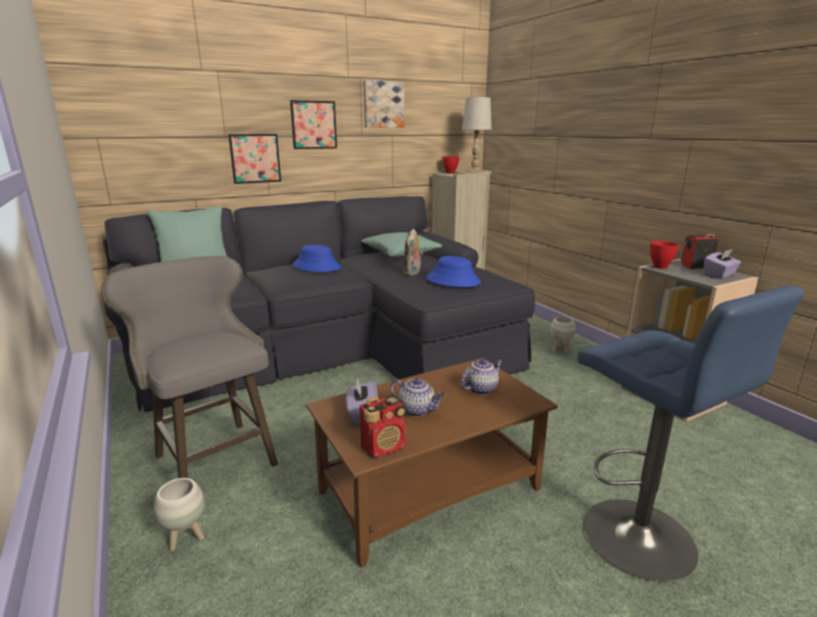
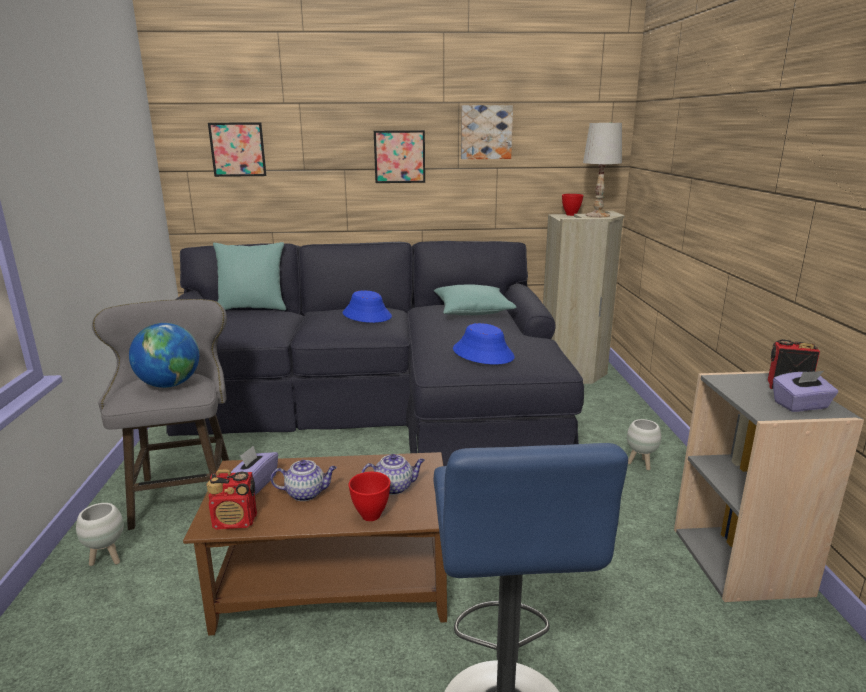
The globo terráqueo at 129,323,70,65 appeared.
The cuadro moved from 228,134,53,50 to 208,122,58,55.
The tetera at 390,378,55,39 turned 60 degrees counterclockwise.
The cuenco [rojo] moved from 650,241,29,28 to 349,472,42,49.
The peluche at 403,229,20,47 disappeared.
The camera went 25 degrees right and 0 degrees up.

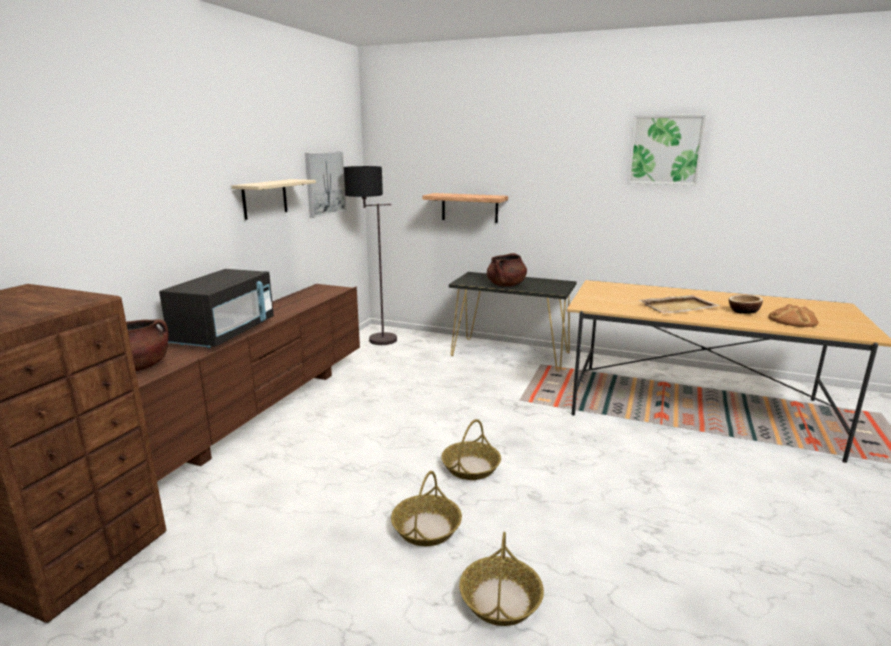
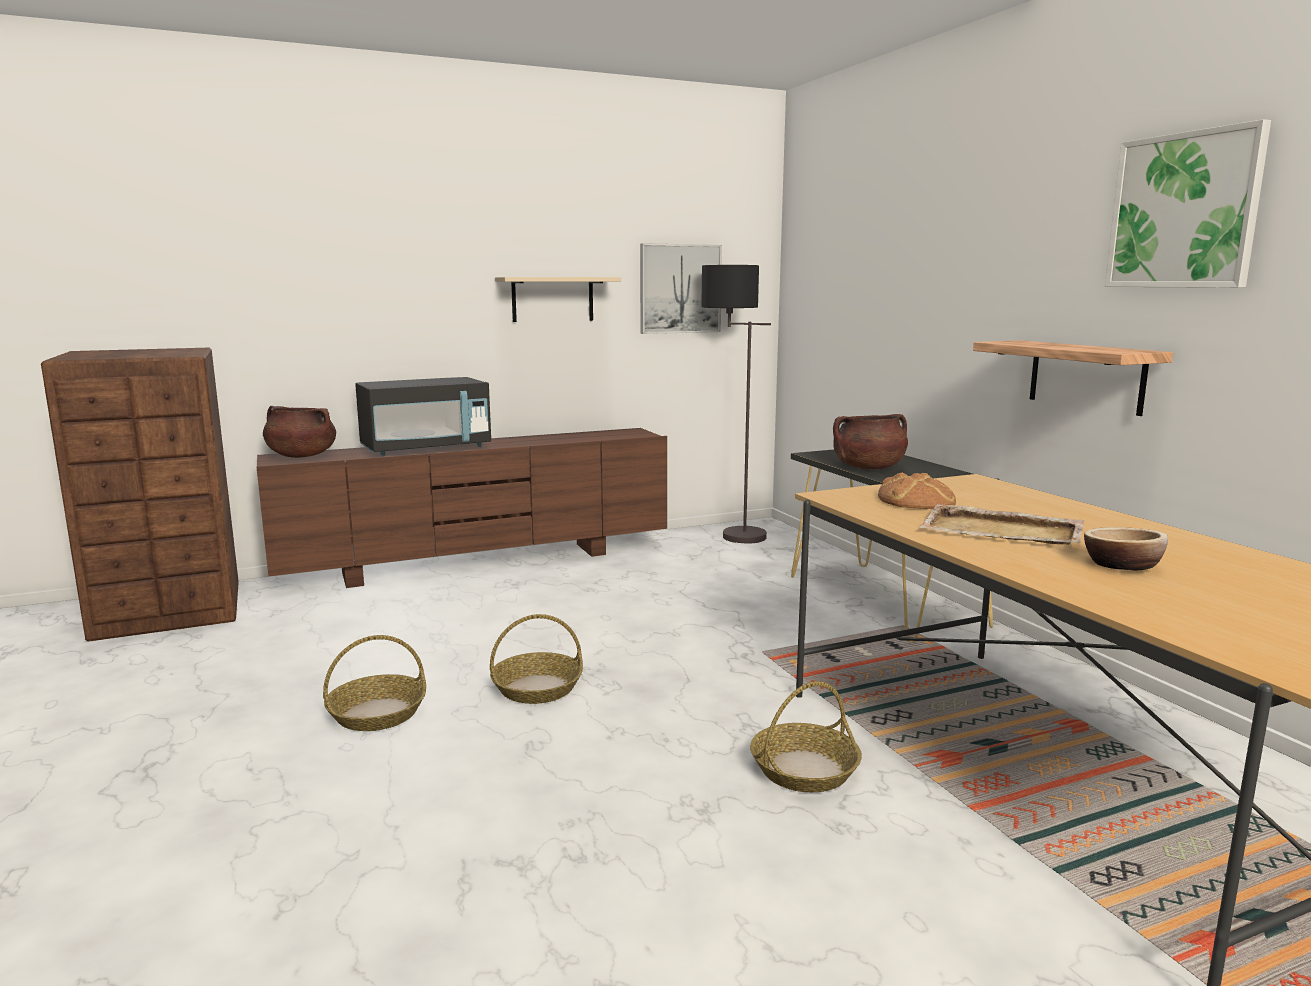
The cesta moved from 459,532,85,94 to 750,681,112,111.
The pan moved from 768,304,51,23 to 878,472,78,37.
The estante moved from 422,193,86,30 to 973,340,200,76.
The camera went 45 degrees right and 5 degrees down.

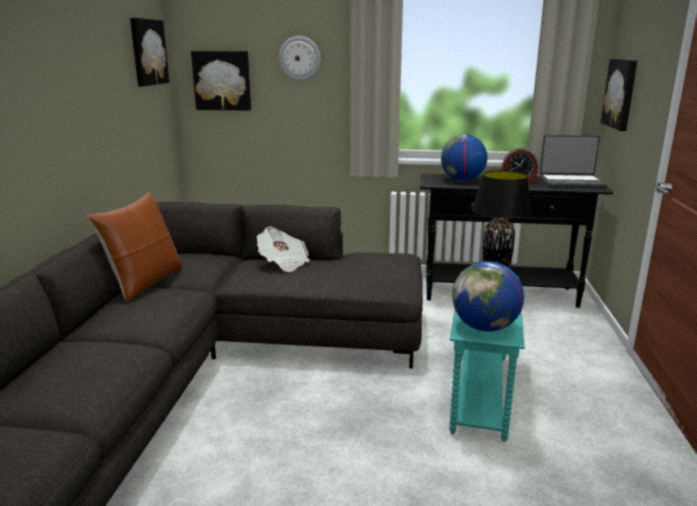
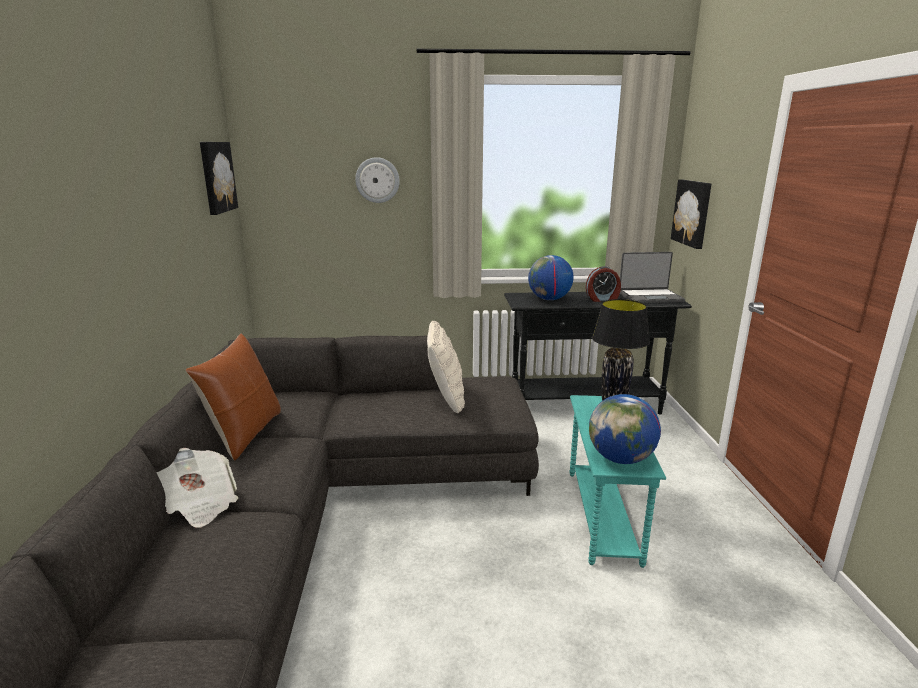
The periódico moved from 257,226,53,46 to 156,448,82,79.
The cojín [beis] at 427,321,38,92 appeared.
The cuadro at 191,51,60,60 disappeared.
The camera went 10 degrees left and 0 degrees up.

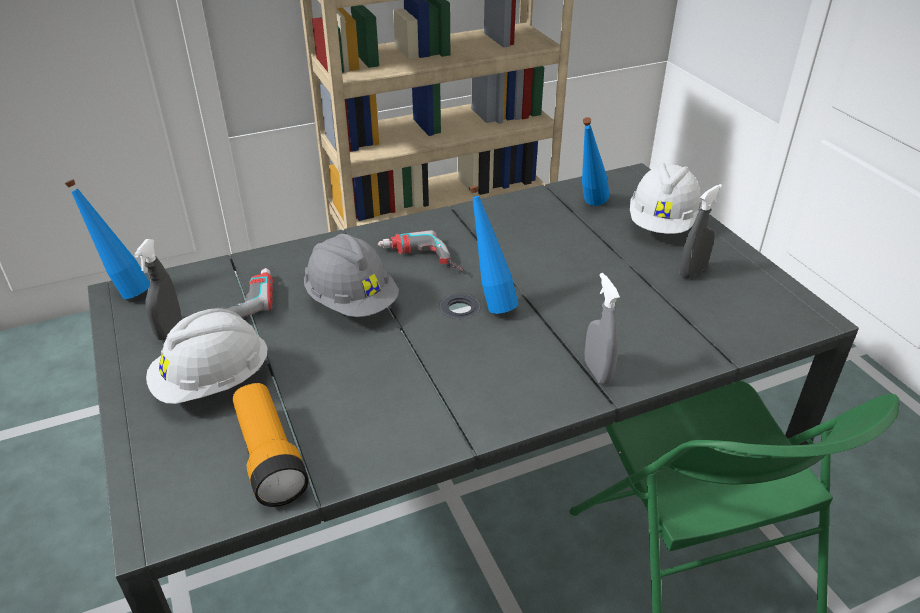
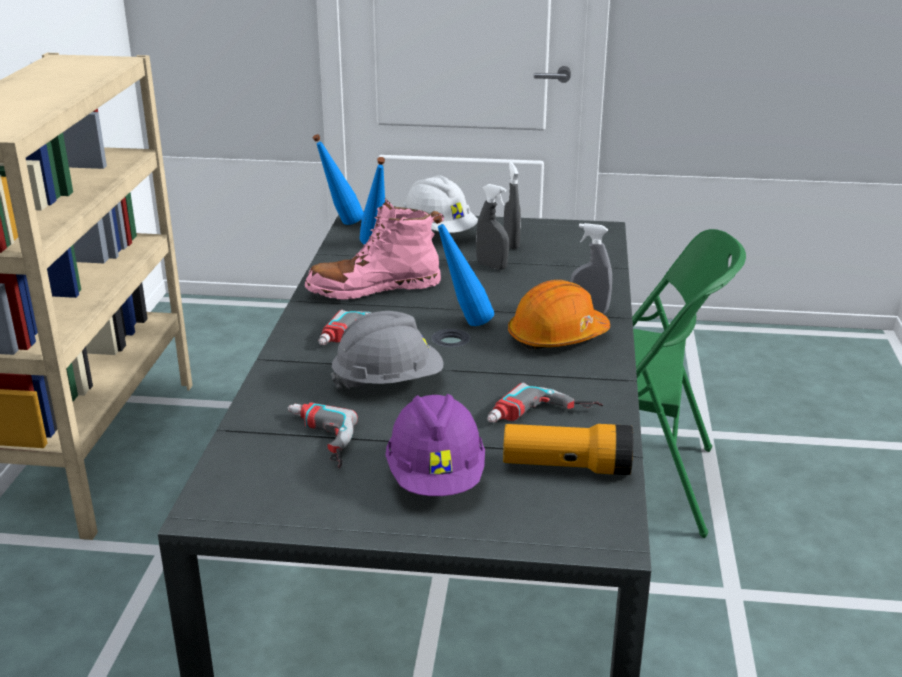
The bota [rosa] at 305,198,139,102 appeared.
The botella [azul] moved from 64,179,86,120 to 313,134,51,91.
The casco [blanco] at 146,308,122,96 became the casco [morado] at 385,394,100,102.
The pulverizador [gris] moved from 134,239,47,101 to 476,184,33,86.
The taladro at 487,382,116,40 appeared.
The casco [naranja] at 508,280,102,70 appeared.
The camera went 60 degrees left and 10 degrees down.

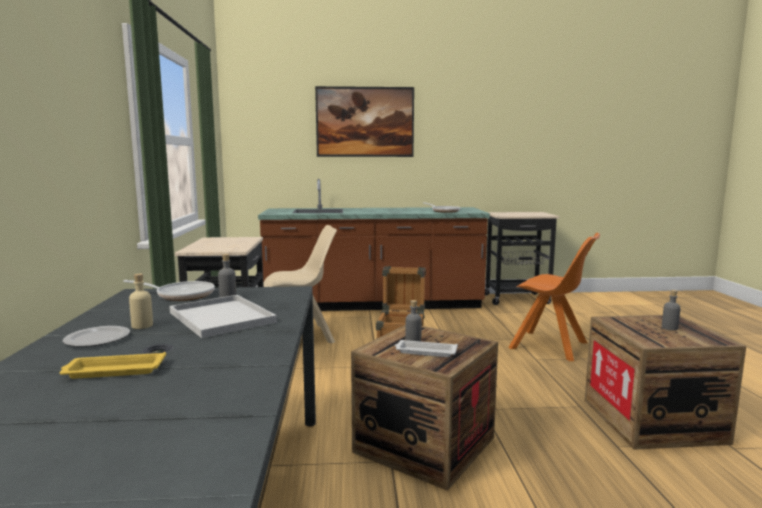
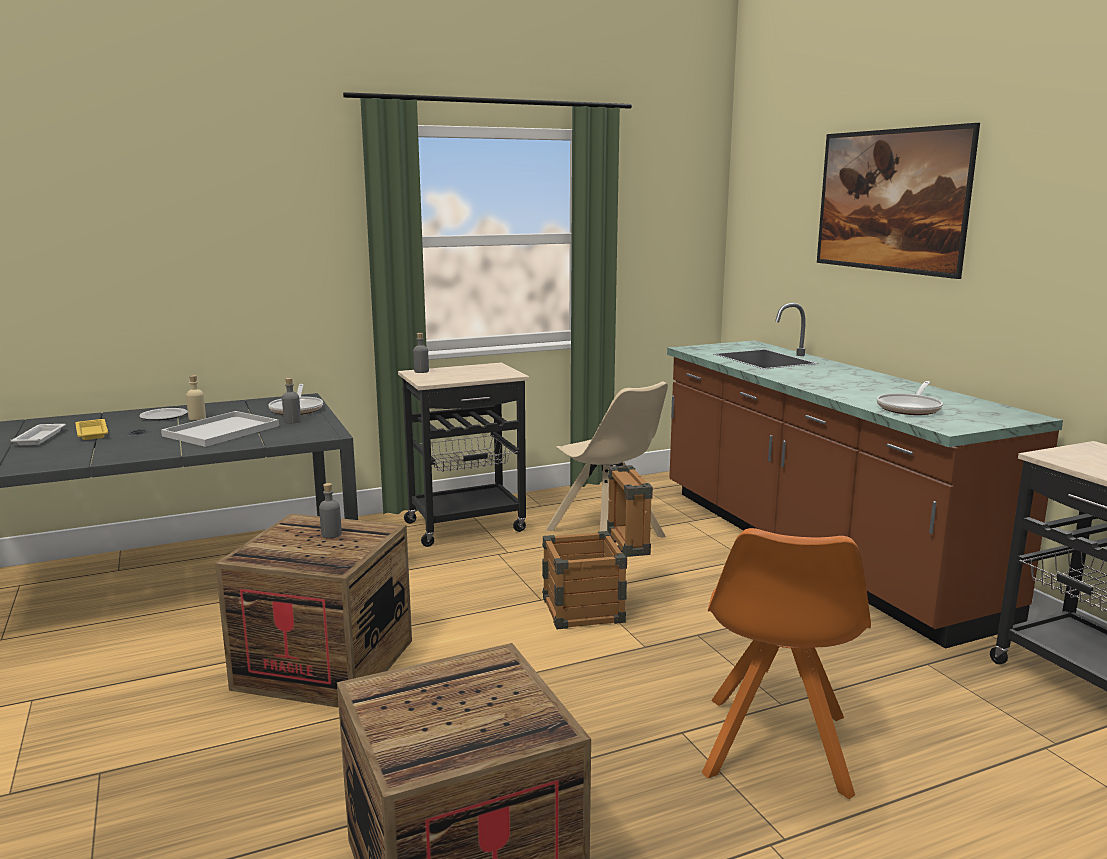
The bandeja [blanco] moved from 395,340,63,17 to 10,424,56,21.
The botella [gris] moved from 662,290,19,41 to 413,333,16,40.
The camera went 70 degrees right and 5 degrees up.

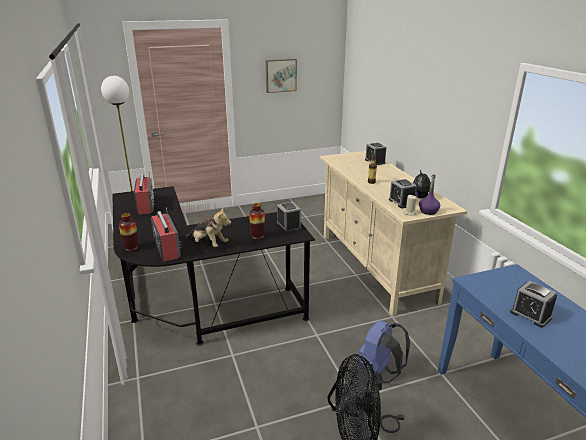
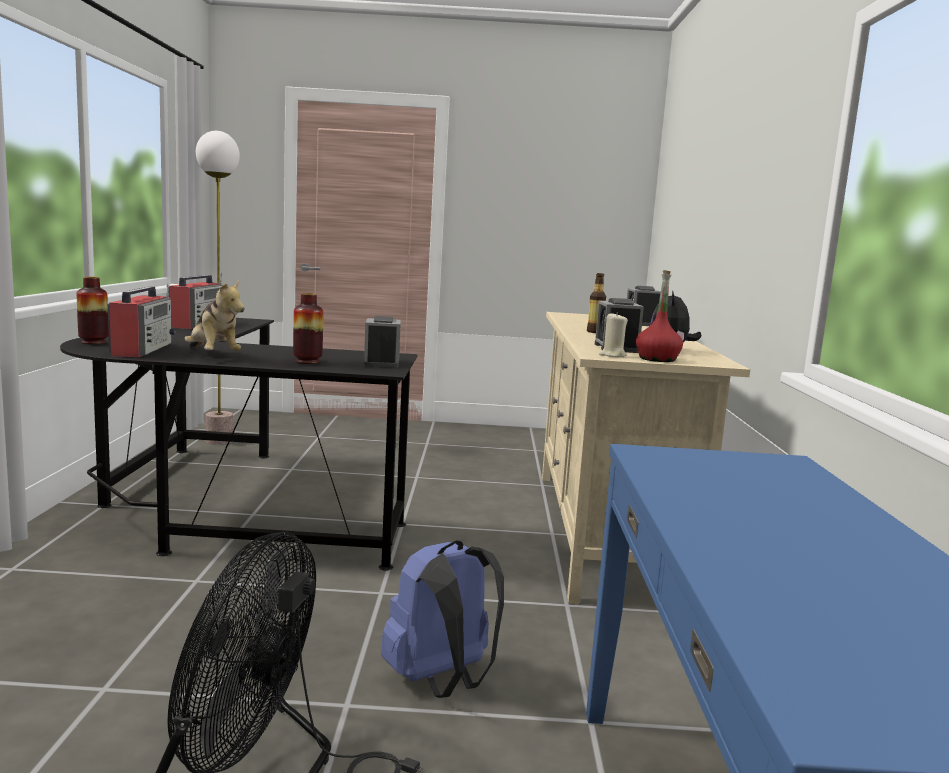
The botella [morado] at 419,174,21,41 became the botella [rojo] at 636,270,47,92.
The cuadro at 266,59,31,34 disappeared.
The despertador at 510,281,47,47 disappeared.
The camera went 20 degrees right and 15 degrees down.

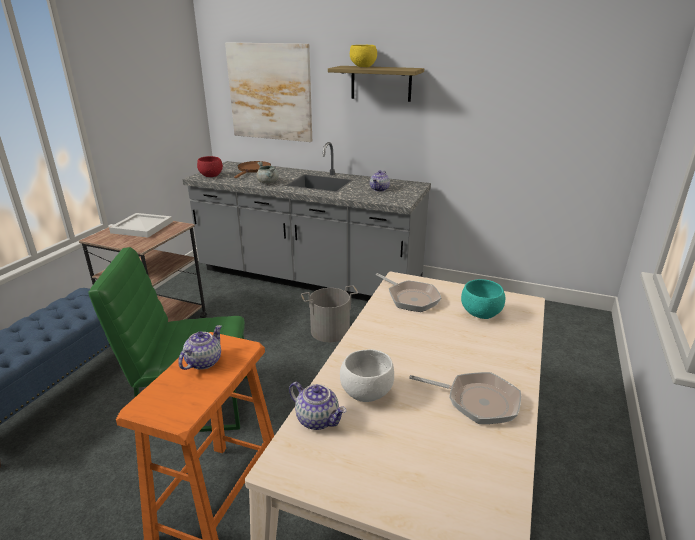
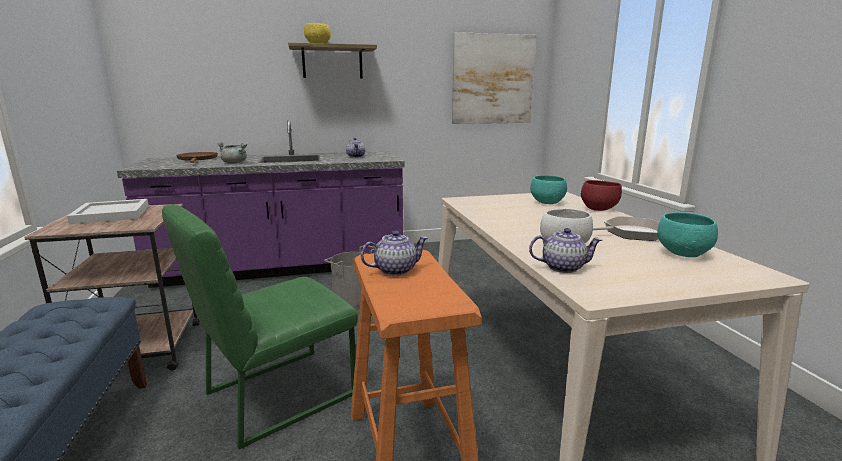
The mueble bajo de cocina [gris] at 182,142,249,159 became the mueble bajo de cocina [morado] at 117,120,287,168.
The tetera at 178,325,44,45 turned 75 degrees clockwise.
The cuadro moved from 225,42,87,100 to 452,32,84,92.
The cuenco [rojo] moved from 197,156,26,21 to 581,180,41,31.
The cuenco [turquesa] at 657,212,61,45 appeared.
The sartén at 376,273,66,39 disappeared.
The camera went 35 degrees left and 10 degrees down.

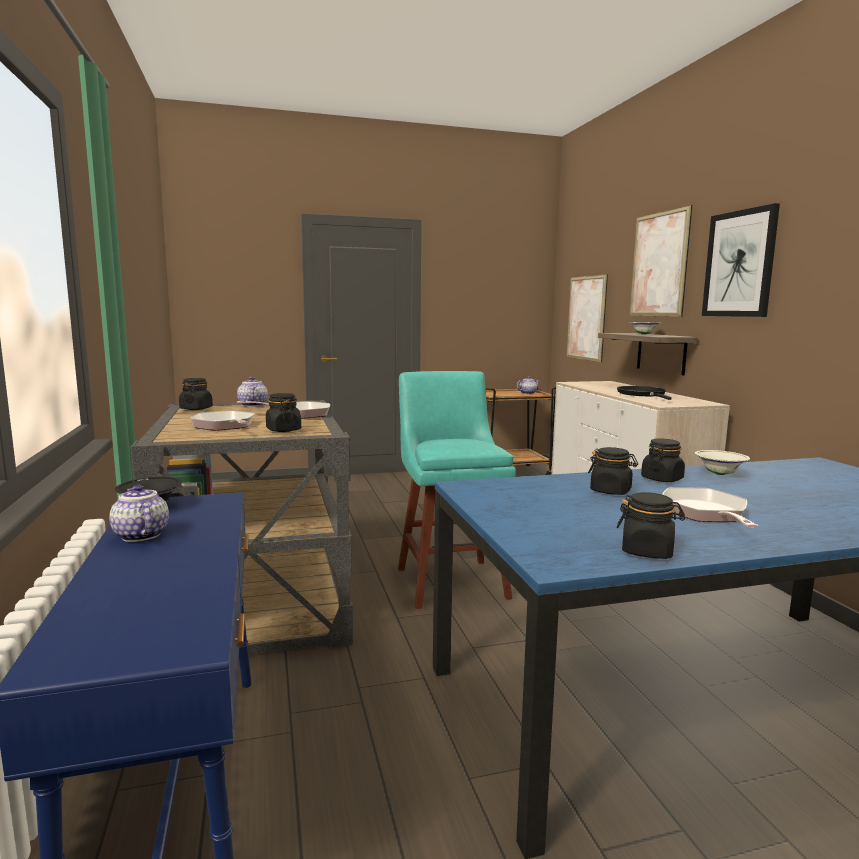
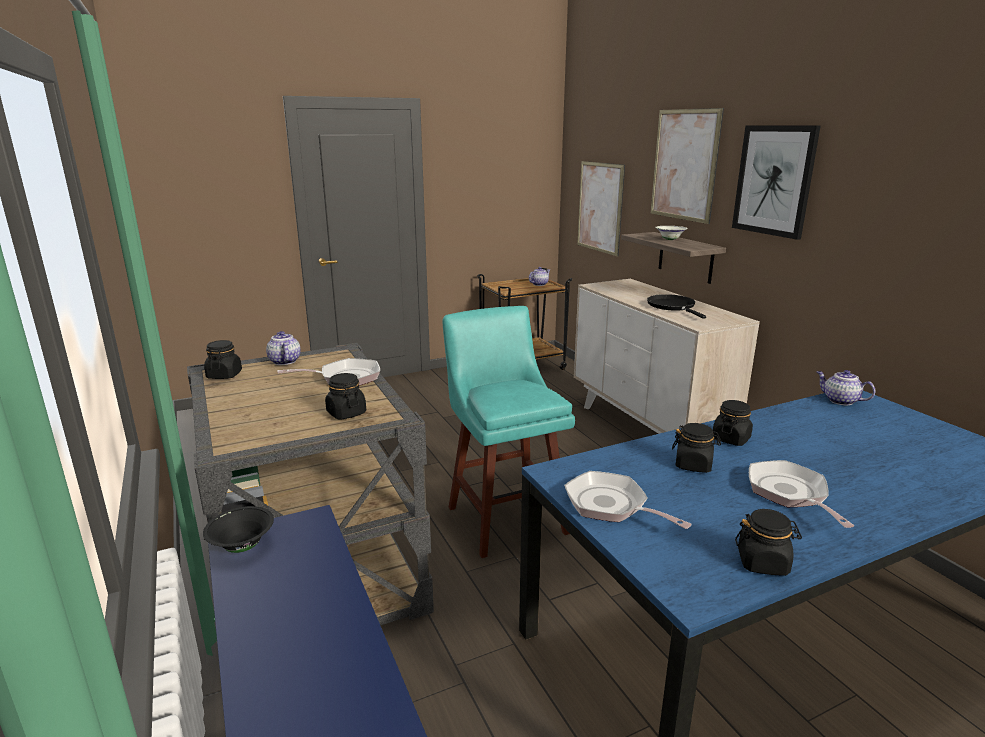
The sartén moved from 190,410,65,21 to 564,471,128,58.
The tetera moved from 109,485,60,57 to 817,370,59,35.
The cuenco [blanco] at 695,450,55,25 disappeared.
The camera went 10 degrees left and 10 degrees up.

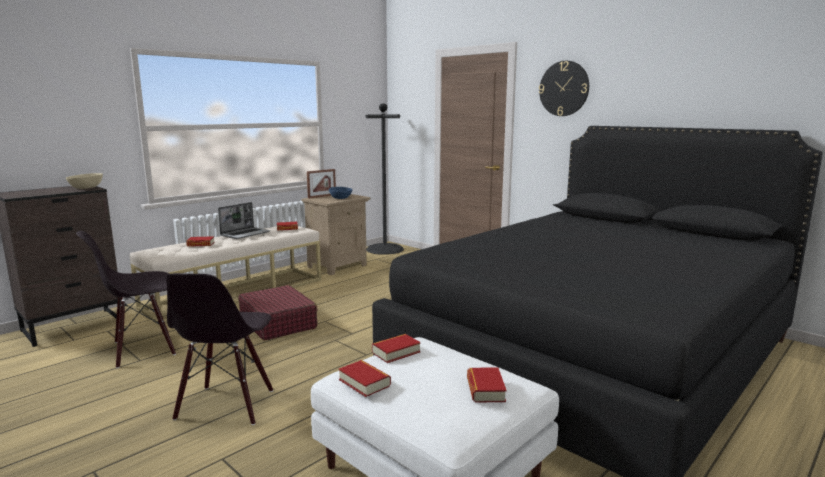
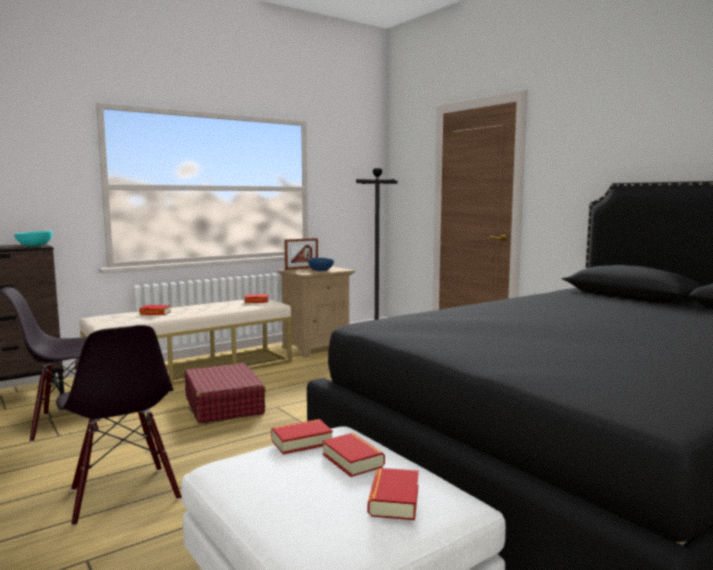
The cuenco [beis] at 66,173,37,16 became the cuenco [turquesa] at 14,231,39,15.
The silla [negro] at 166,273,107,152 turned 45 degrees counterclockwise.
The libro moved from 339,360,52,37 to 322,433,63,44.
The portátil at 218,202,52,37 disappeared.
The reloj de pared at 539,61,50,55 disappeared.
The camera went 10 degrees right and 5 degrees down.

